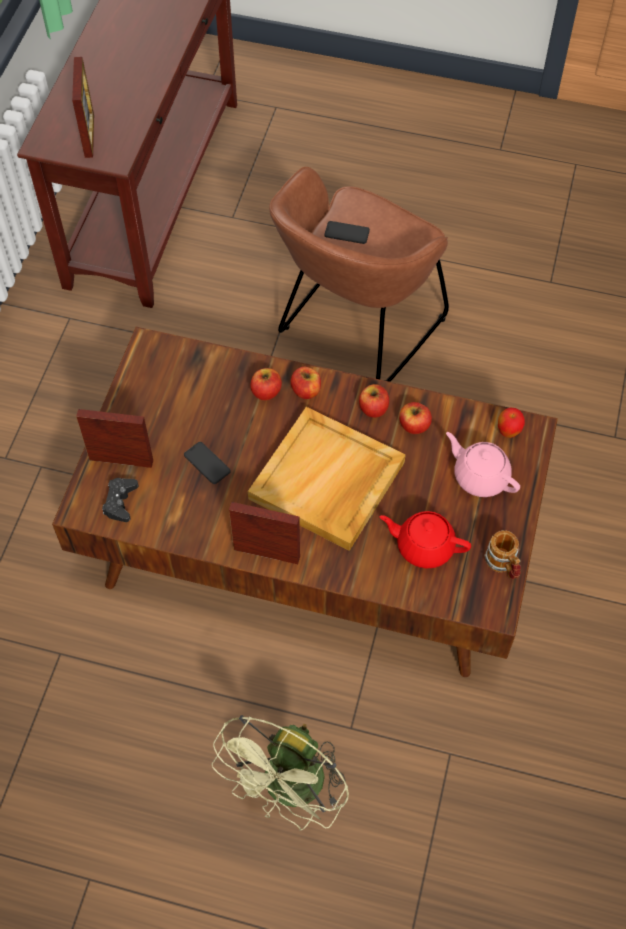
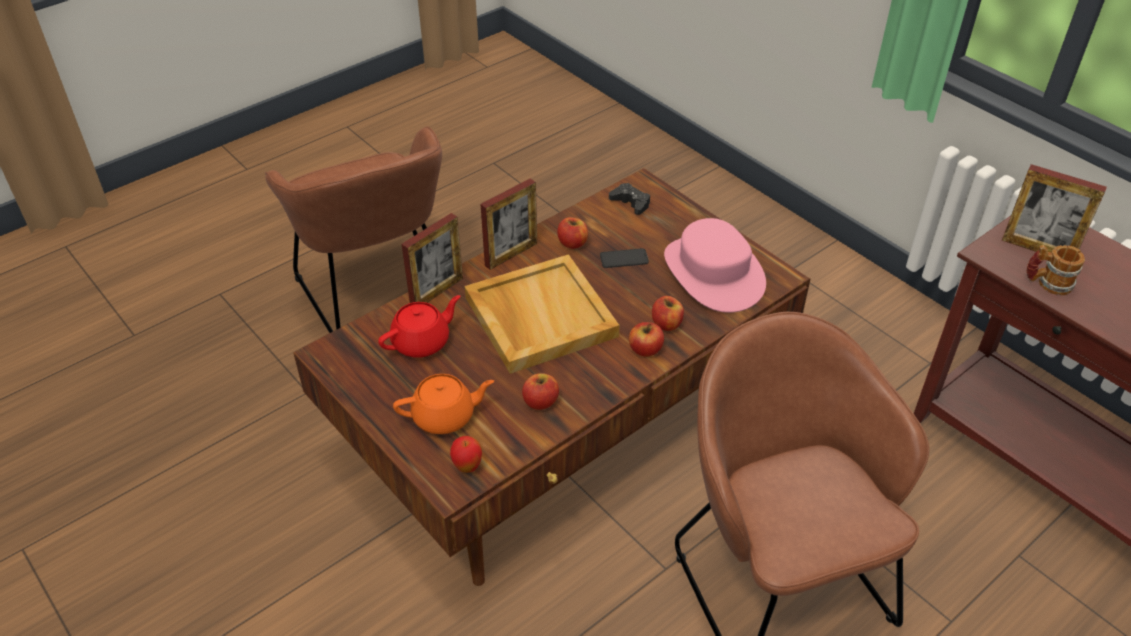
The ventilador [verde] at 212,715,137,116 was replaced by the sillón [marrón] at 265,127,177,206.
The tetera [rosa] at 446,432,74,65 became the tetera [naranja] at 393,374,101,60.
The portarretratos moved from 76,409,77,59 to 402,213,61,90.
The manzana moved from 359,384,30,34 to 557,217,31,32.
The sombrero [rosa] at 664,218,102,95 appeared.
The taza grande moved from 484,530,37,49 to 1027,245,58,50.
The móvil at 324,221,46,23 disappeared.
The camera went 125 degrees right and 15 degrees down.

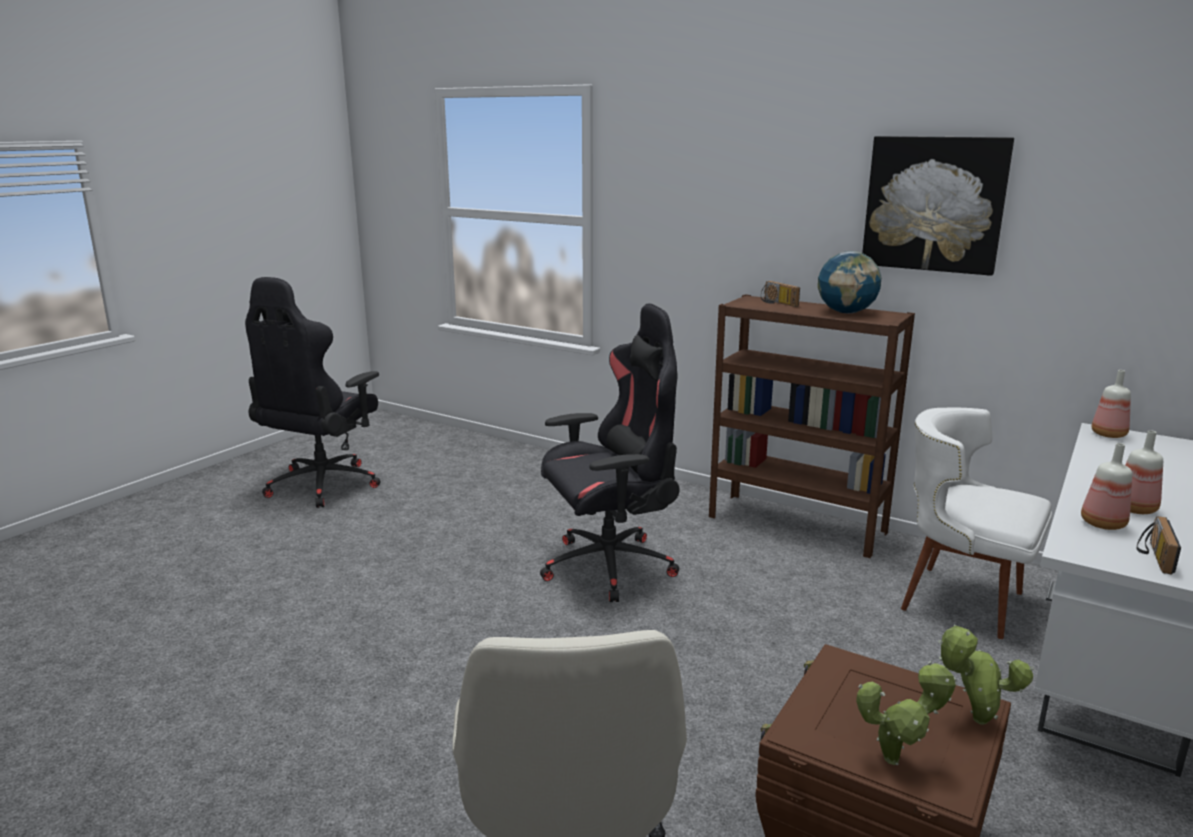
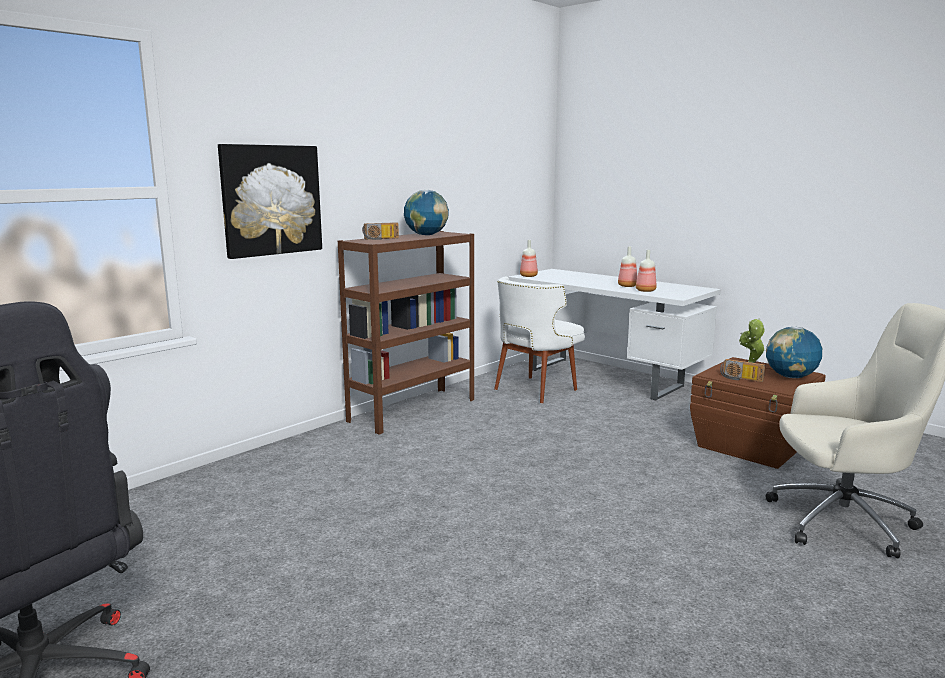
The cuadro moved from 862,136,152,140 to 218,144,104,115.
The radio moved from 1137,516,44,59 to 720,359,45,23.
The planta en maceta at 856,661,101,104 was replaced by the globo terráqueo at 766,327,56,51.
The silla de oficina [negro] at 540,304,139,298 disappeared.
The camera went 80 degrees left and 5 degrees down.

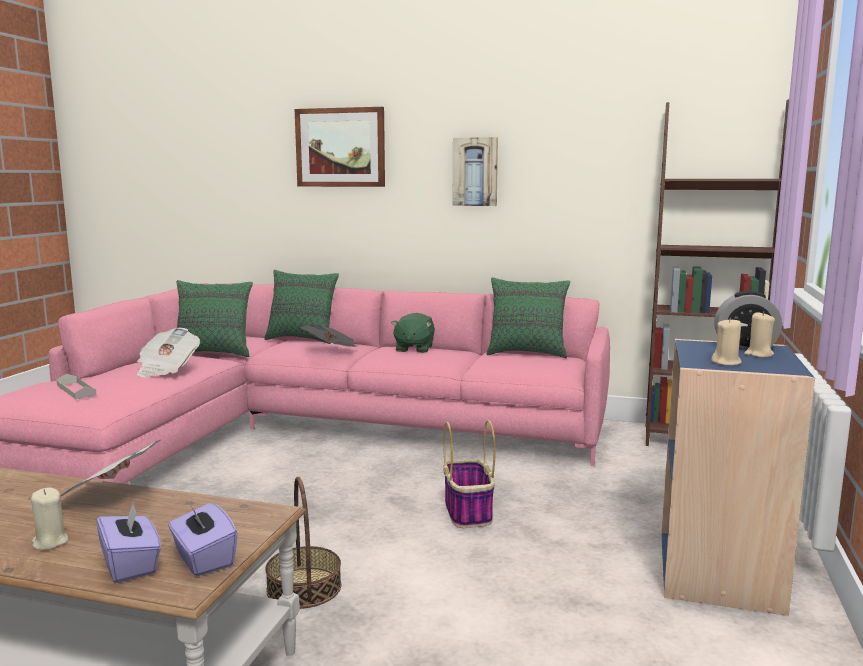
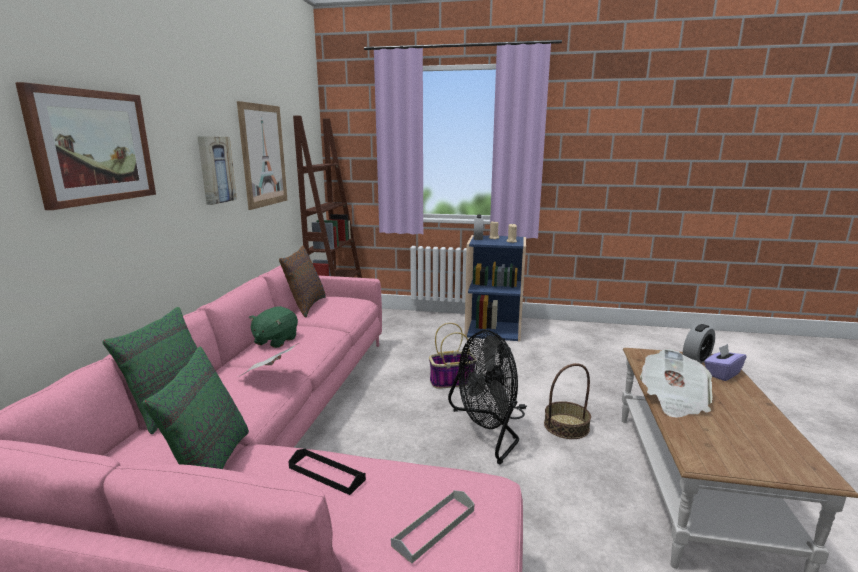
The cuadro at 237,101,50,109 appeared.
The peluche [verde] at 391,313,44,40 turned 105 degrees clockwise.
The cojín [verde] at 487,277,83,81 became the cojín [marrón] at 279,246,47,71.
The periódico at 137,328,63,49 was replaced by the bandeja [negro] at 288,448,78,47.
The ventilador [negro] at 448,330,79,135 appeared.
The caja de pañuelos [morado] at 168,500,70,76 was replaced by the despertador at 683,324,32,40.
The vela [beis] at 31,488,37,62 disappeared.
The camera went 95 degrees left and 5 degrees up.

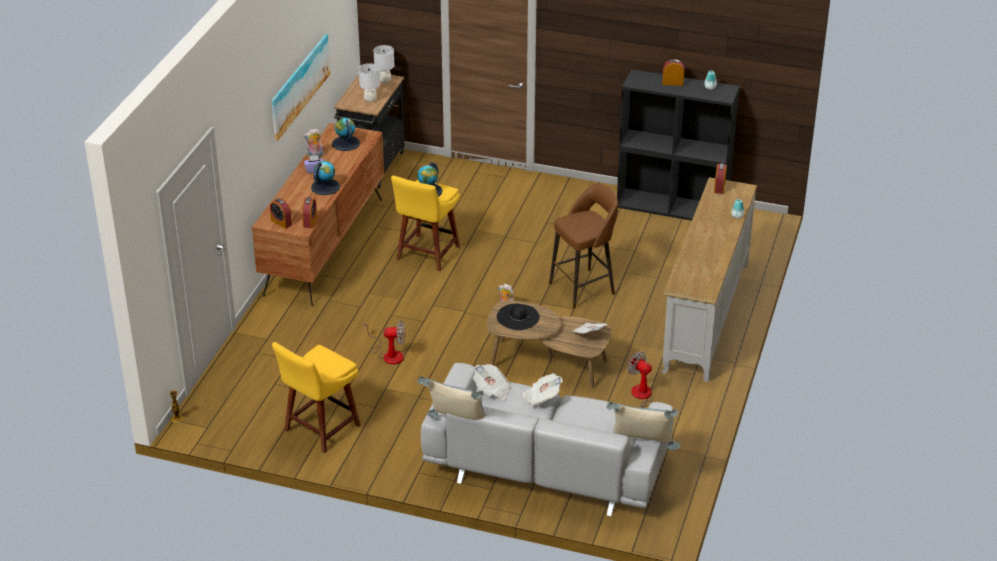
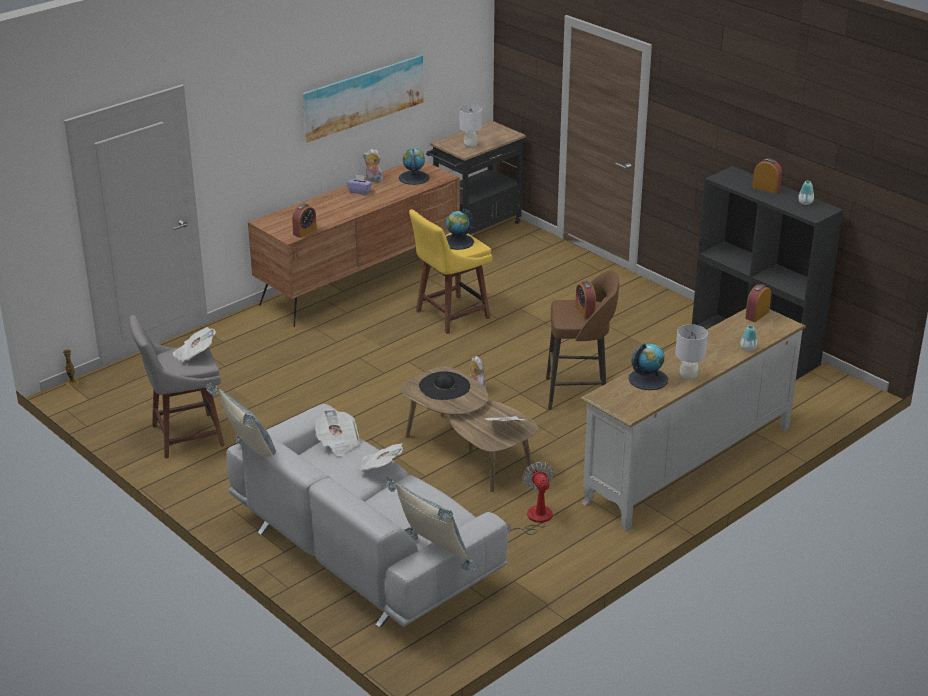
The taburete [amarillo] at 272,342,89,111 became the taburete [gris] at 129,315,96,144.
The periódico at 173,327,43,36 appeared.
The despertador moved from 270,198,22,31 to 575,281,21,38.
The globo terráqueo moved from 311,161,29,34 to 628,343,40,47.
The lámpara de mesa [gris] moved from 374,45,20,38 to 675,324,33,56.
The ventilador at 363,319,42,46 disappeared.
The camera went 30 degrees right and 5 degrees down.

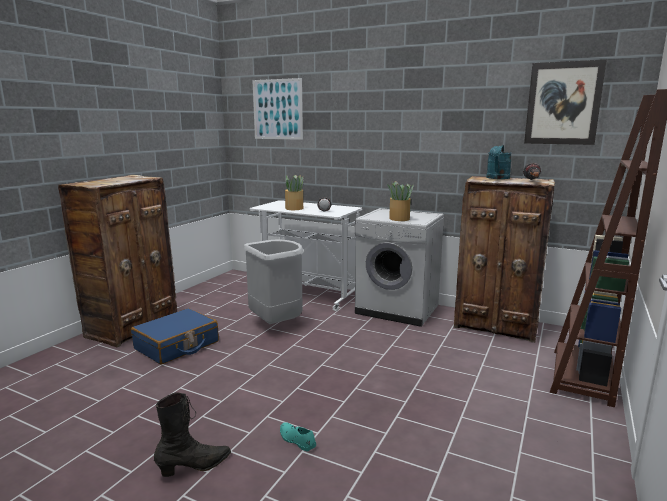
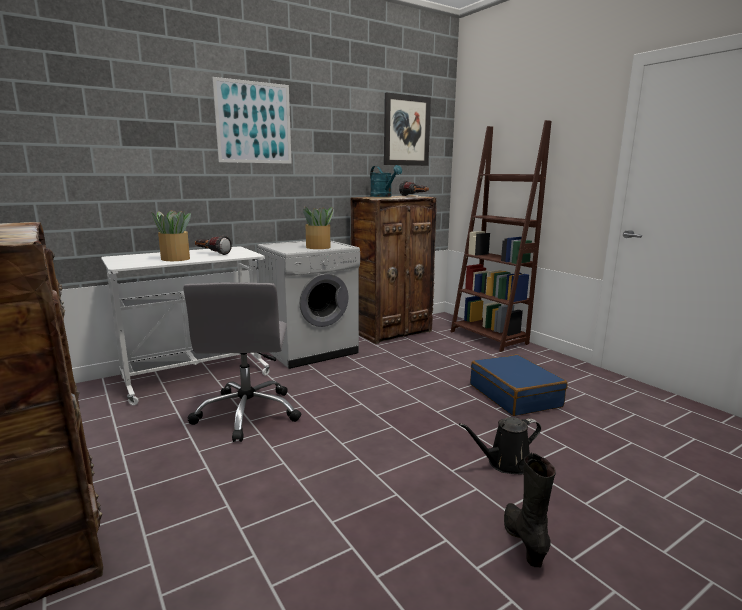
The papelera [gris] at 244,239,59,85 was replaced by the silla de oficina [gris] at 183,282,118,160.
The cuadro moved from 252,78,51,62 to 212,77,80,87.
The zapato [turquesa] at 280,422,36,29 was replaced by the regadera [negro] at 459,417,82,58.
The maleta [azul] moved from 131,308,88,57 to 470,355,97,61.
The camera went 60 degrees left and 0 degrees up.

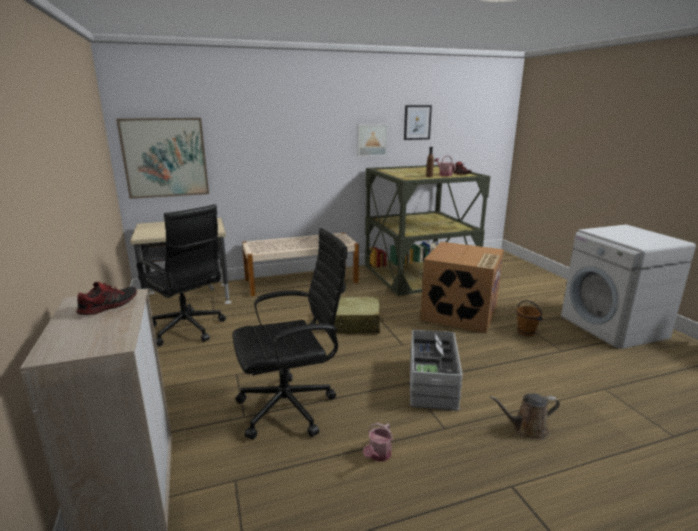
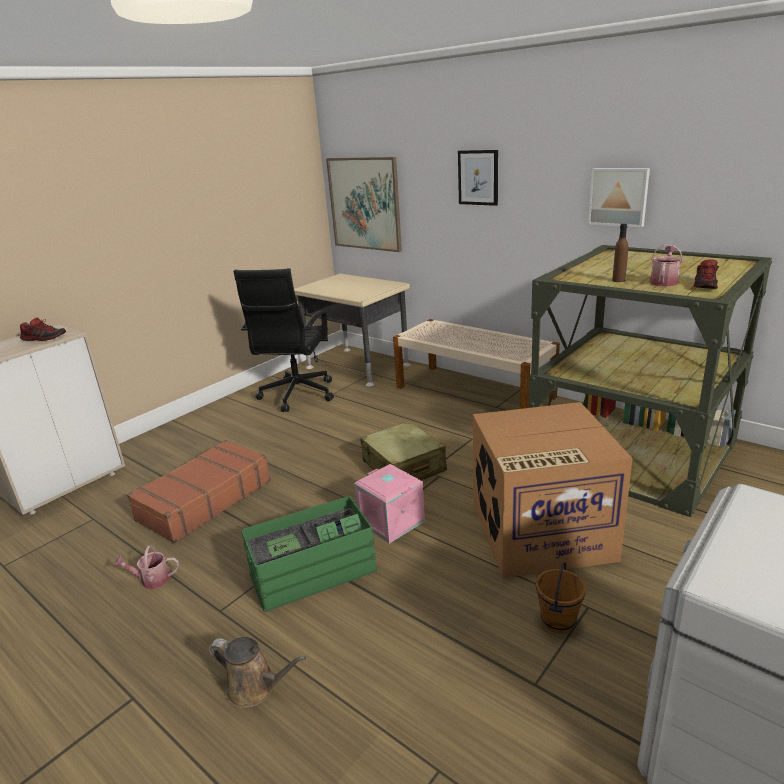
The silla de oficina [negro] at 232,228,115,212 was replaced by the maleta [marrón] at 127,440,144,103.
The regadera [marrón] at 490,393,70,47 turned 150 degrees clockwise.
The caja de almacenaje [gris] at 410,330,52,81 became the caja de almacenaje [verde] at 242,496,135,116.
The caja de almacenaje [rosa] at 354,464,71,80 appeared.
The cuadro moved from 404,105,28,35 to 458,150,40,56.
The camera went 60 degrees right and 5 degrees up.

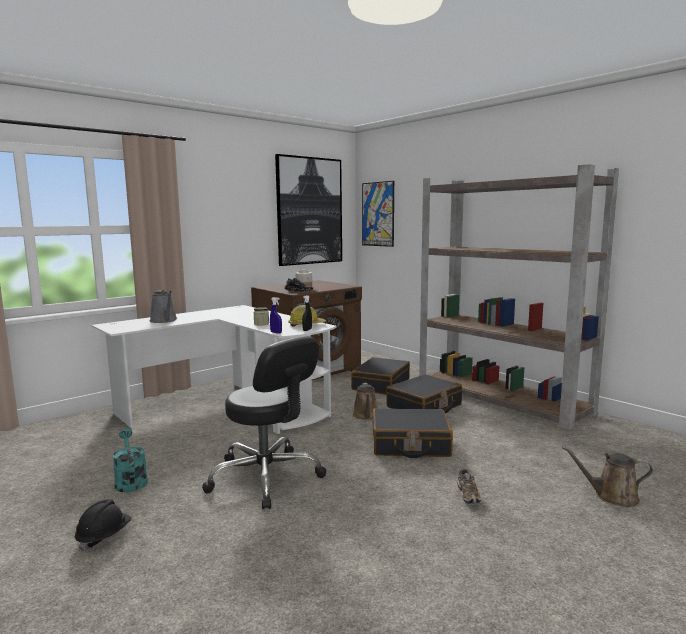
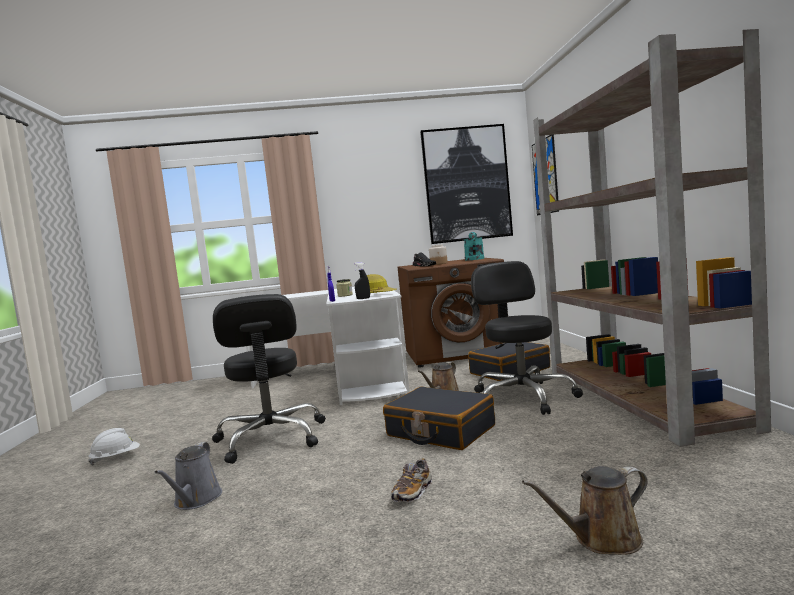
The casco [negro] at 75,499,56,52 became the casco [blanco] at 88,428,52,37.
The regadera [gris] moved from 150,290,27,33 to 155,442,67,68.
The regadera [turquesa] moved from 113,429,35,63 to 464,232,20,29.
The maleta [negro] at 386,374,76,39 was replaced by the silla de oficina [negro] at 471,261,112,154.
The regadera [marrón] at 562,446,91,61 turned 60 degrees counterclockwise.
The camera went 35 degrees right and 5 degrees down.

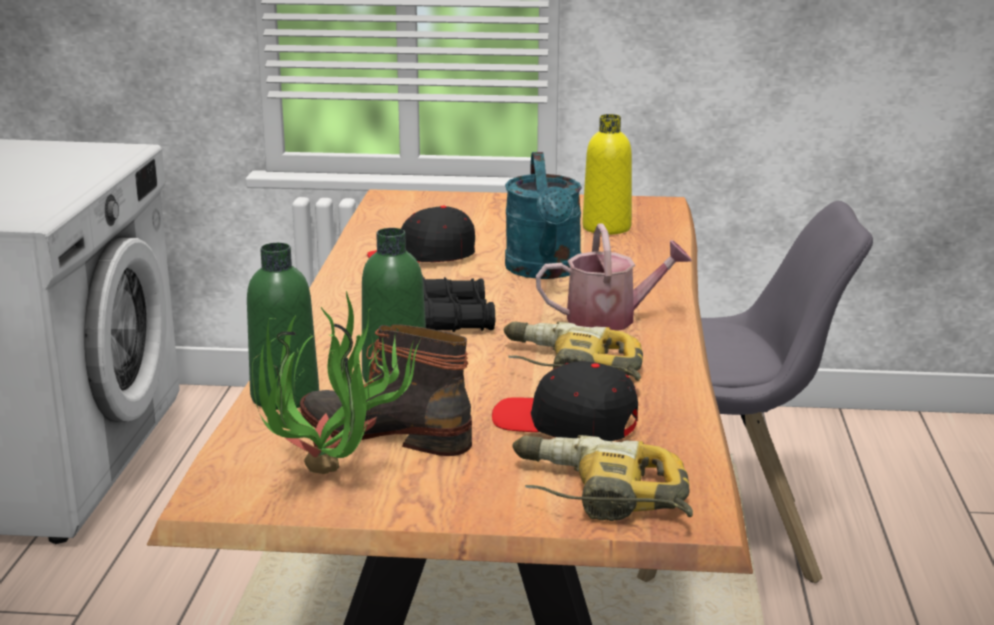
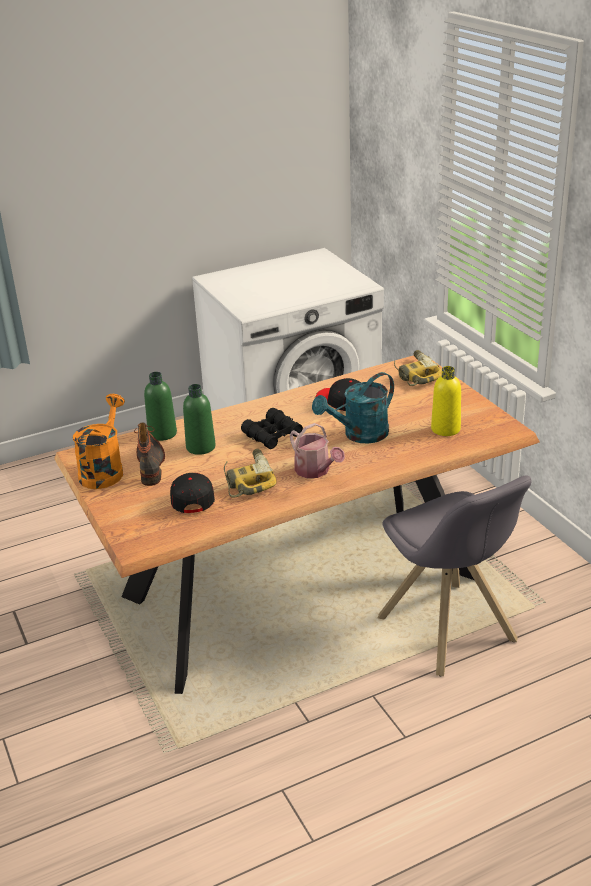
The planta en maceta at 252,291,169,183 was replaced by the regadera [naranja] at 73,394,52,95.
The taladro moved from 512,435,181,86 to 394,350,48,36.
The camera went 60 degrees right and 10 degrees up.

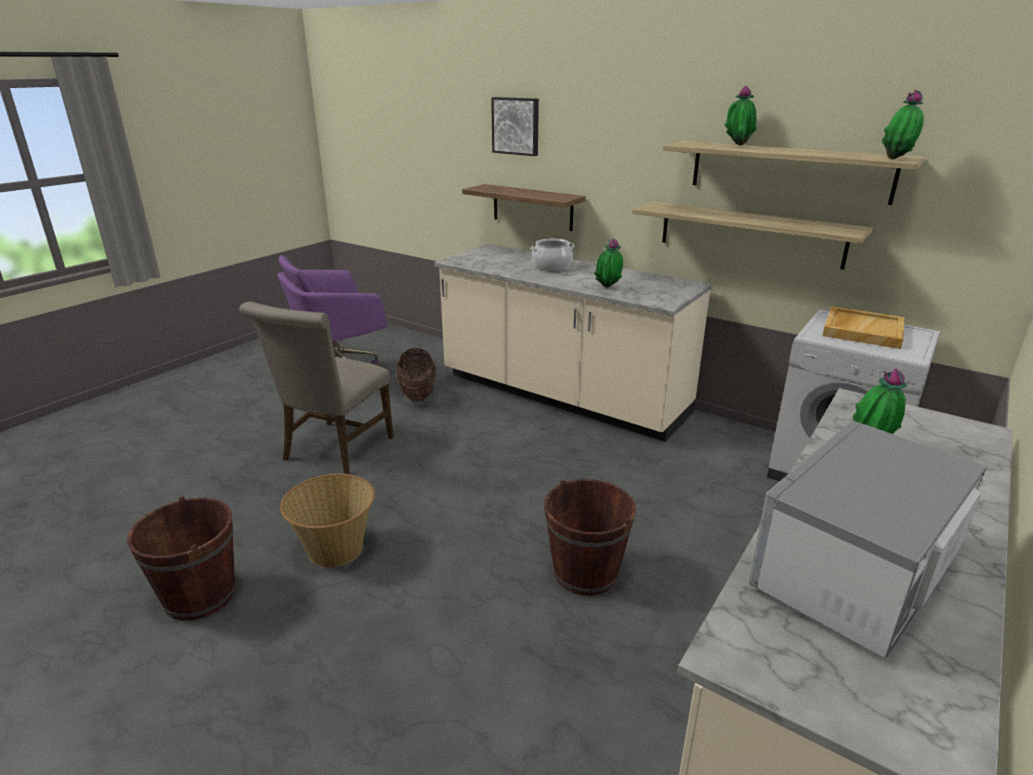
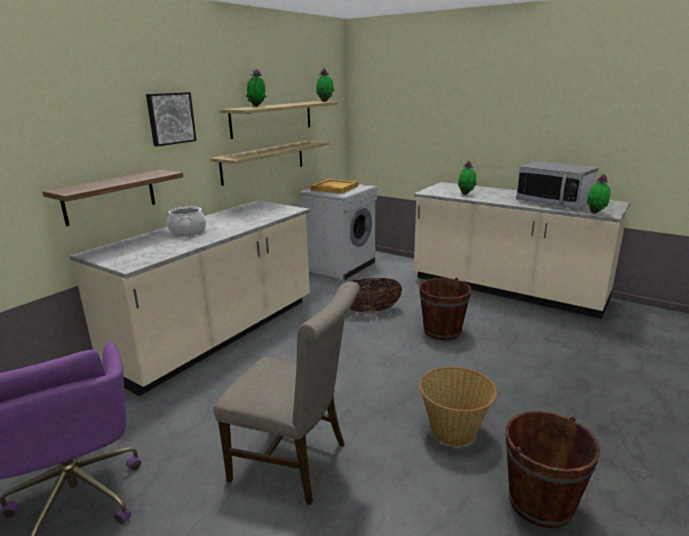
The cuadro moved from 491,97,48,59 to 146,92,51,54.
The cesta moved from 396,348,40,54 to 350,278,52,34.
The planta en maceta moved from 594,238,29,49 to 587,174,24,39.
The camera went 90 degrees left and 5 degrees down.

